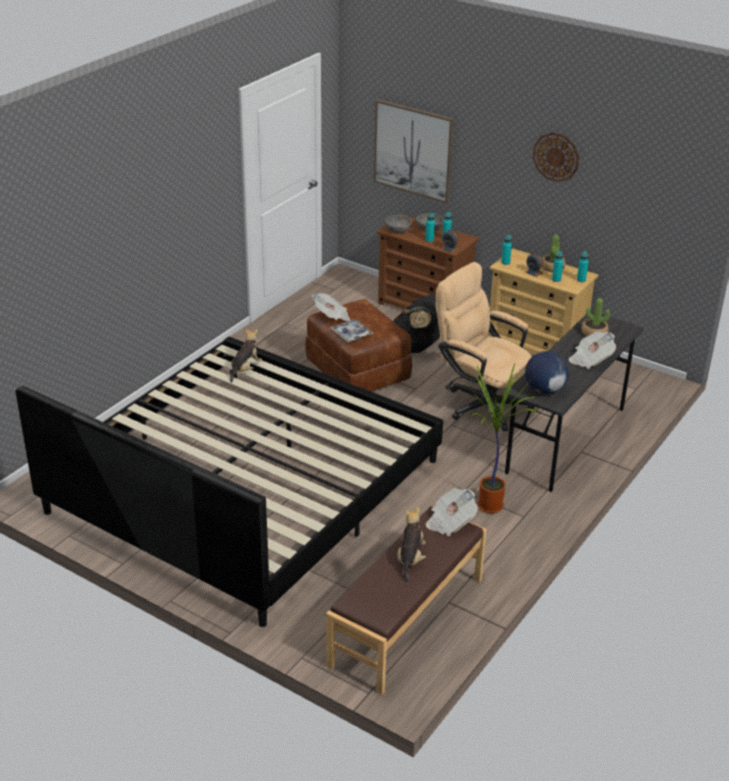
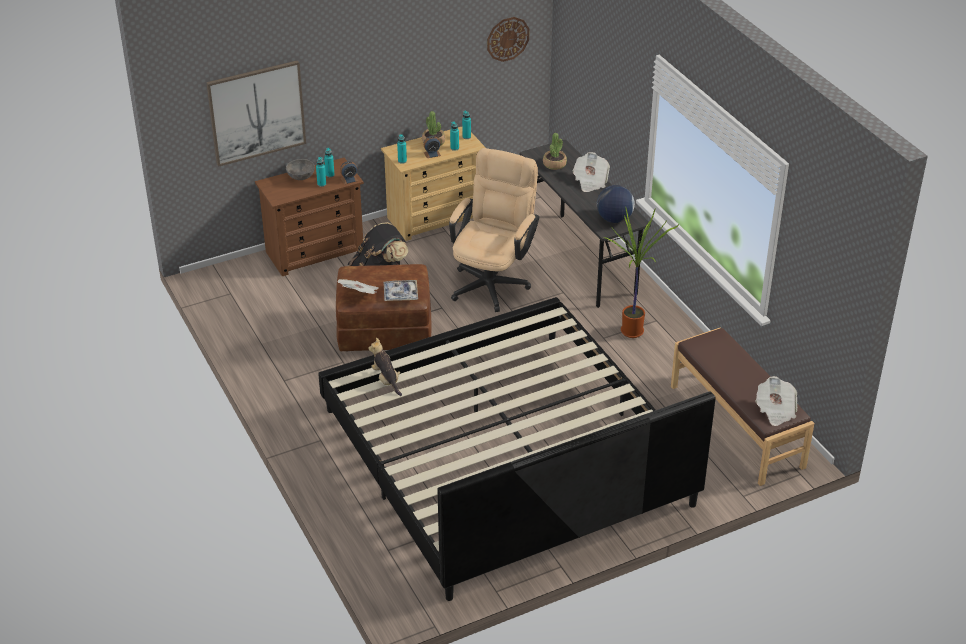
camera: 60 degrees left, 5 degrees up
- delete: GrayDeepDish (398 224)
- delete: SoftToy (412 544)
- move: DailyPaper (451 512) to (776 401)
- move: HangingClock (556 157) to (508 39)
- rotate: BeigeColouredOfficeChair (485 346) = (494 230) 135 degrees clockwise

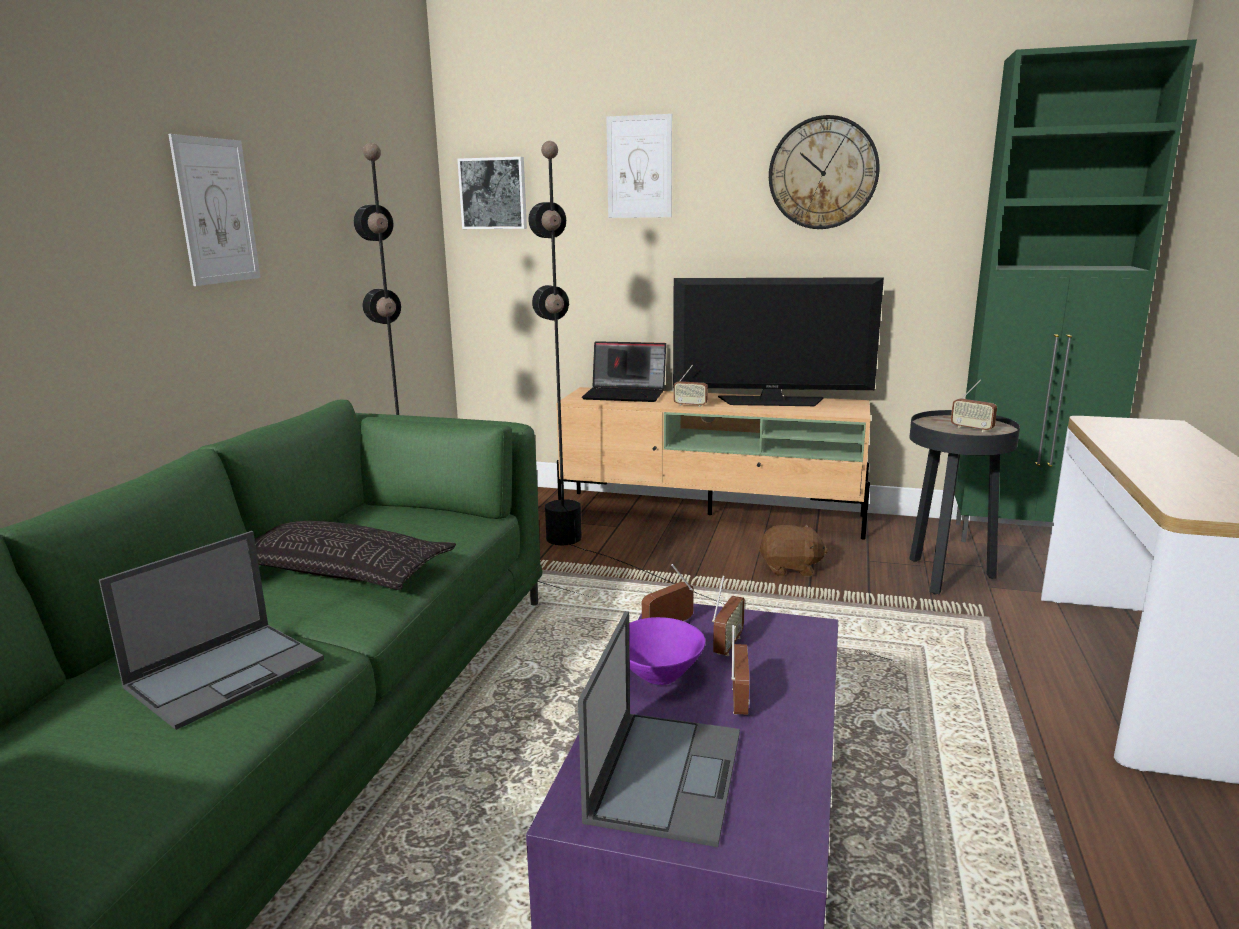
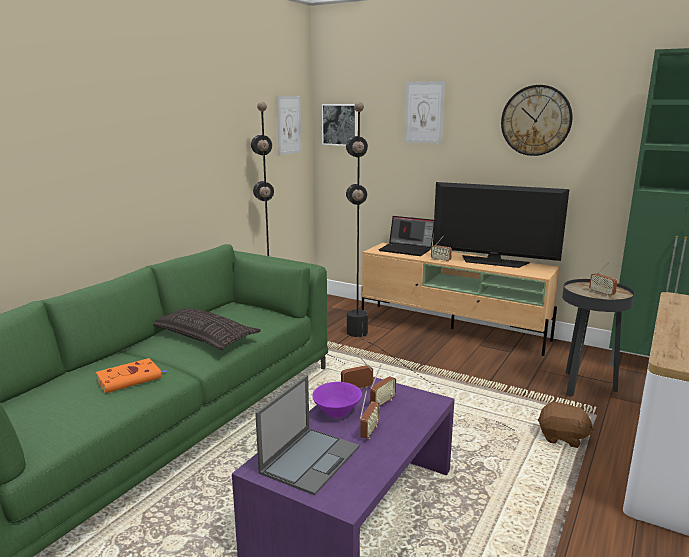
camera: 15 degrees right, 0 degrees up
- move: WallPicture (214 210) to (289 125)
- move: BrownColouredSoftToy (793 550) to (566 425)
- replace: Laptop (211 630) to OrangeyBook (131 375)

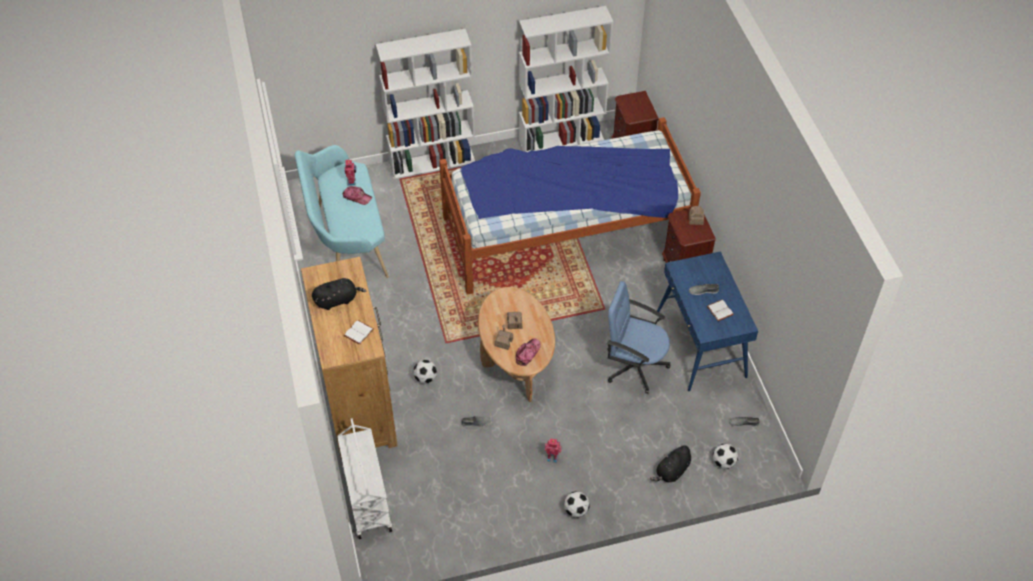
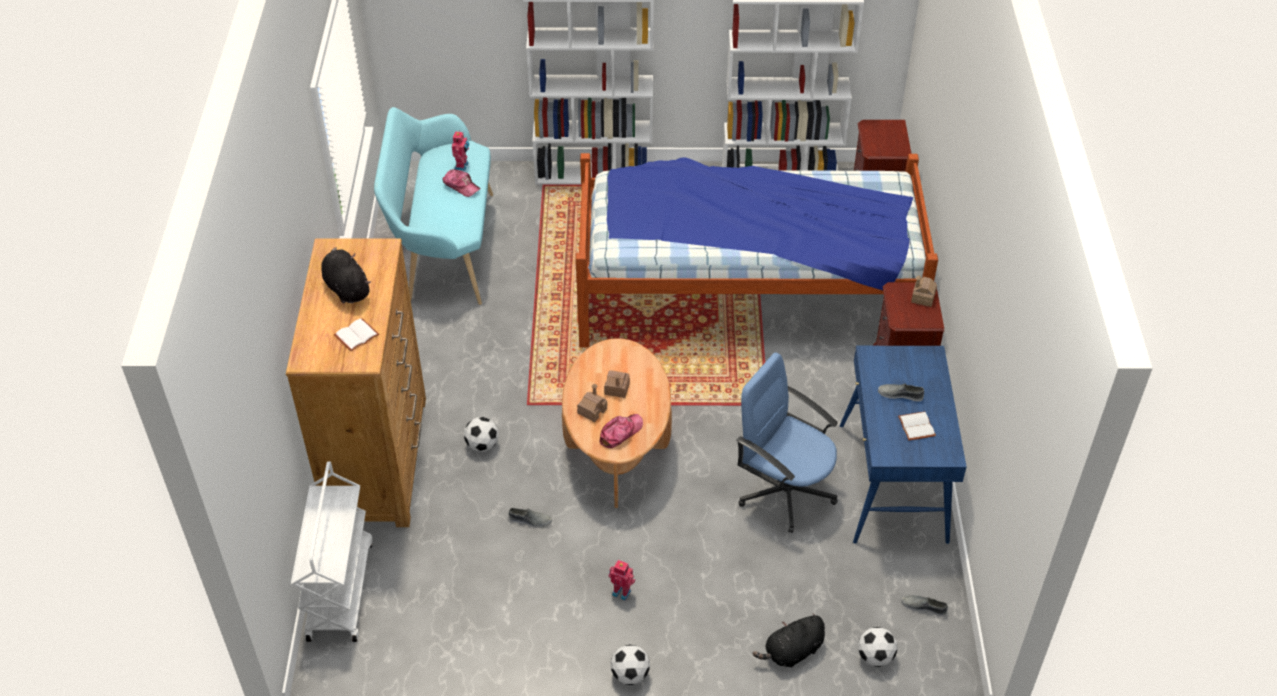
camera: 15 degrees right, 5 degrees down
- rotate: BlackColouredSoftToy (339 294) = (346 275) 120 degrees counterclockwise

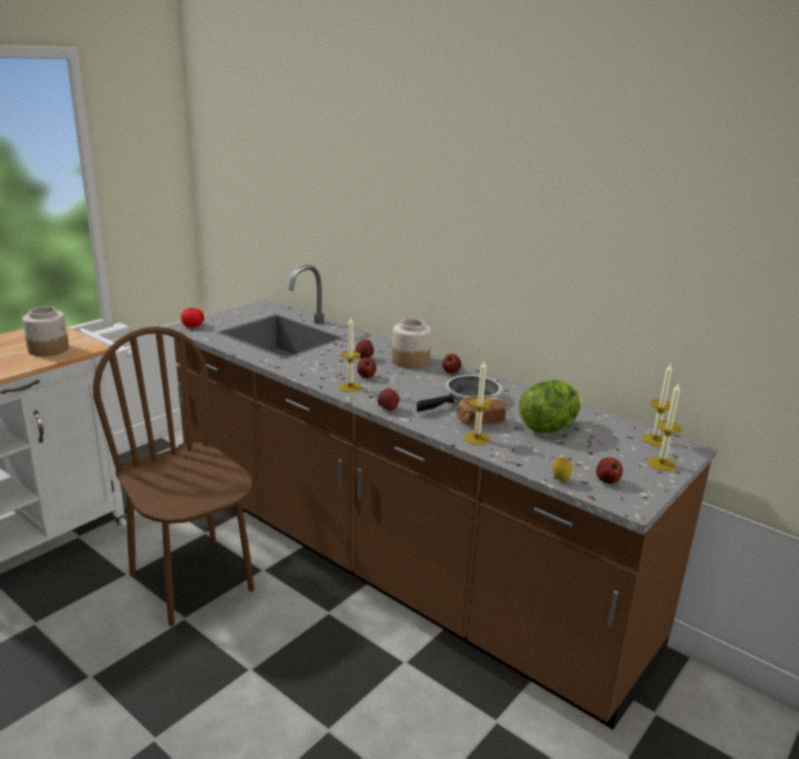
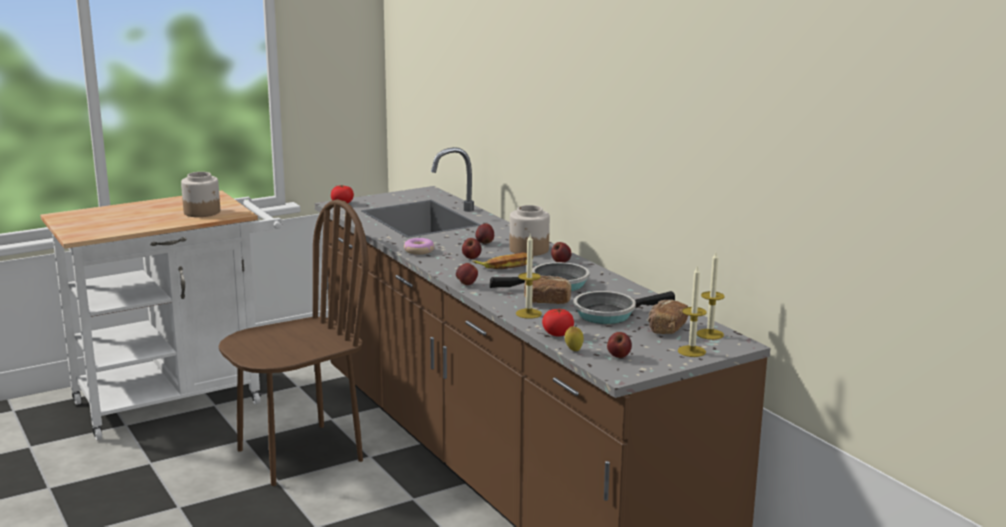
camera: 20 degrees right, 5 degrees down
- delete: WaxCandle (350 355)
- insert: RingDoughnut (419 246)
- insert: Banana (502 261)
- insert: Tomato (558 322)
- insert: BakedBread (668 317)
- replace: HeadOfLettuce (550 406) to Pan (624 307)
- rotate: BrownColouredChair (173 476) = (293 342) 75 degrees clockwise

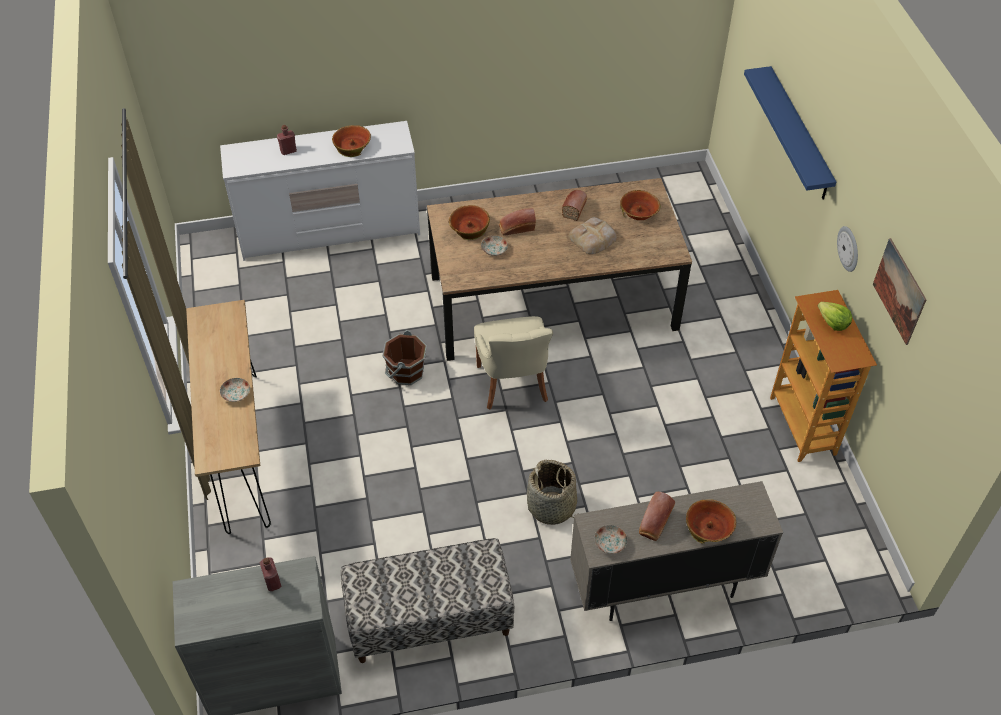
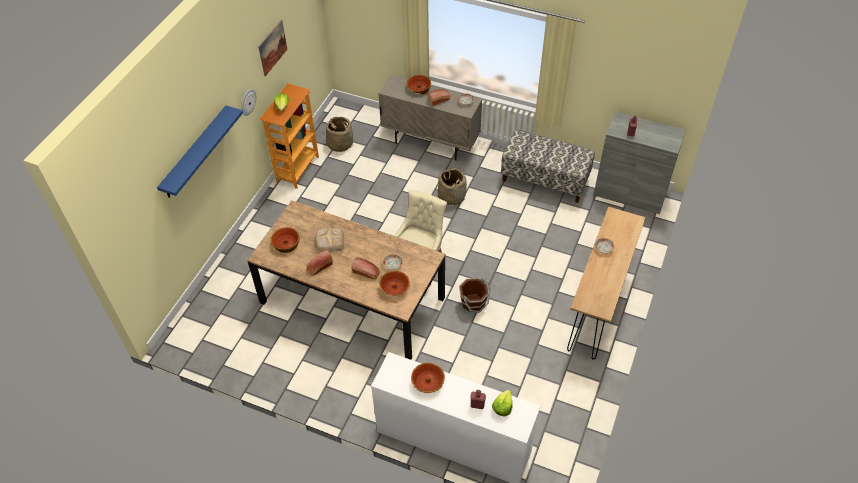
camera: 145 degrees left, 0 degrees up
- insert: StorageBasket (338 134)
- insert: HeadOfLettuce (502 403)

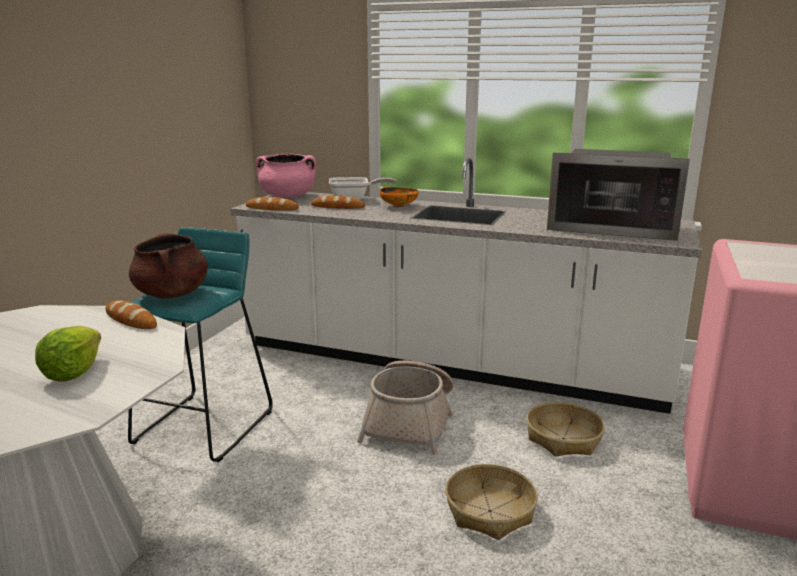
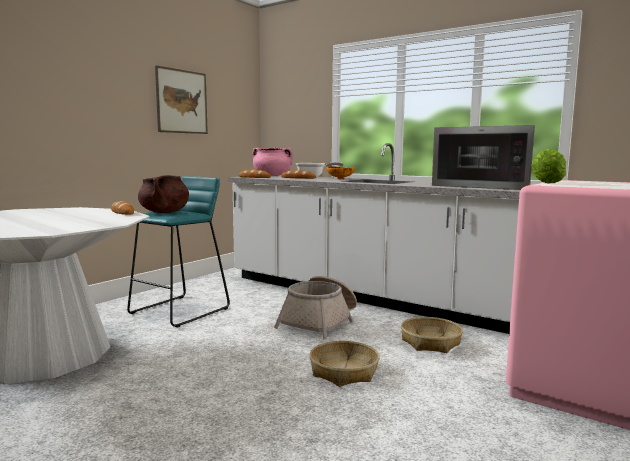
camera: 15 degrees right, 10 degrees down
- insert: WallPicture (181 99)
- move: HeadOfLettuce (68 354) to (548 166)

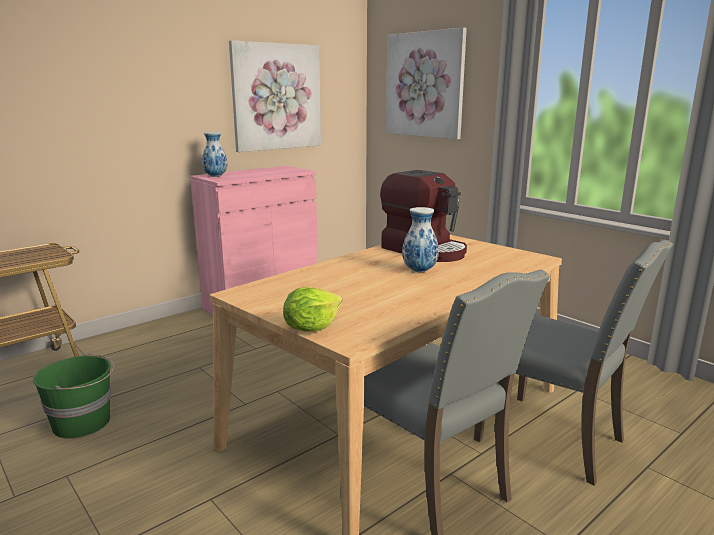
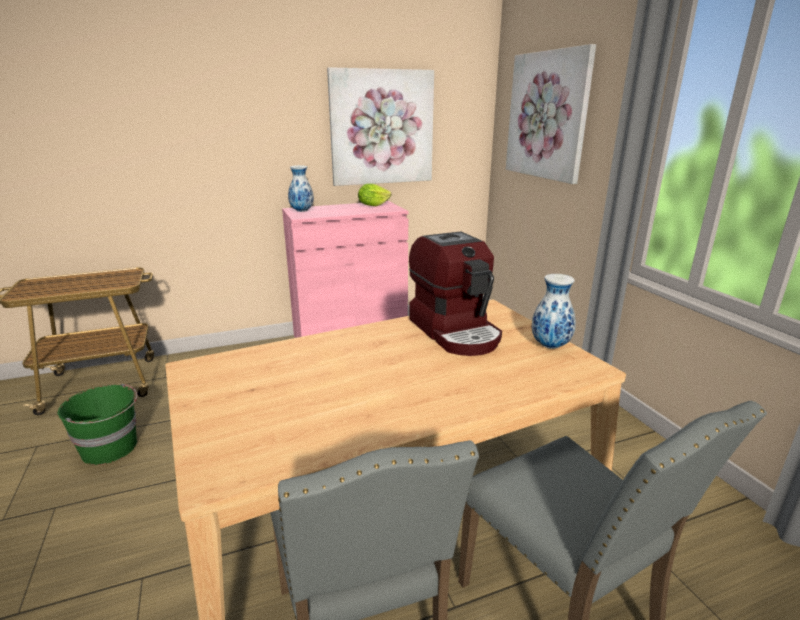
camera: 20 degrees right, 5 degrees up
- move: HeadOfLettuce (313 309) to (374 195)
- move: Vase (420 239) to (554 311)

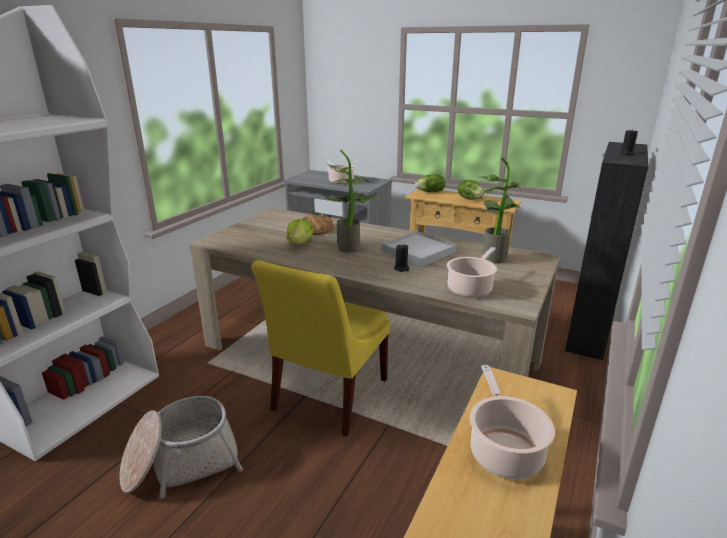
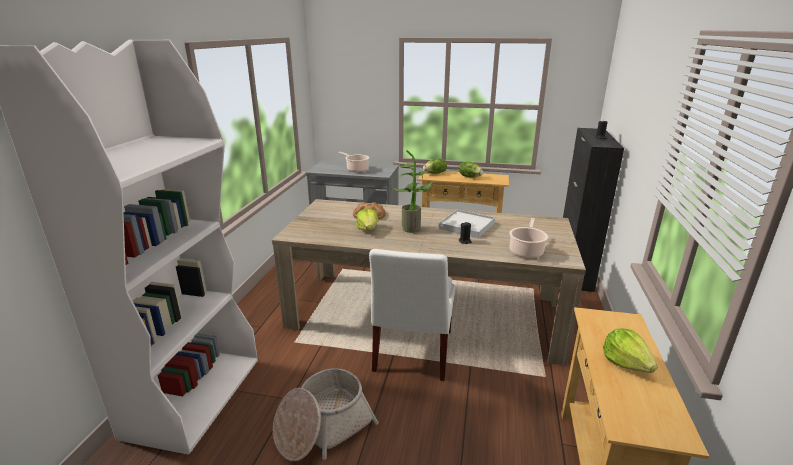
camera: 15 degrees left, 0 degrees up
- delete: PottedPlant (499 210)
- replace: Stockpot (512 422) to HeadOfLettuce (630 350)
- recolor: YellowishChair (320 348) to WhitishChair (412 315)

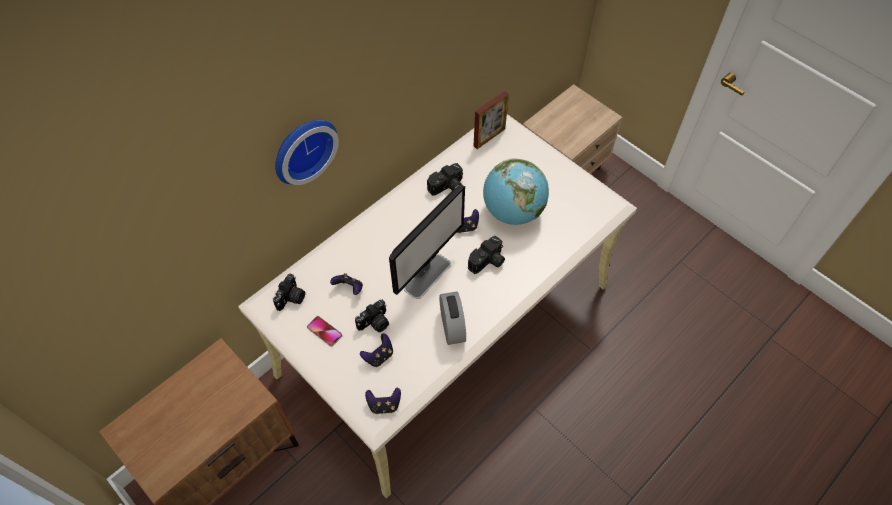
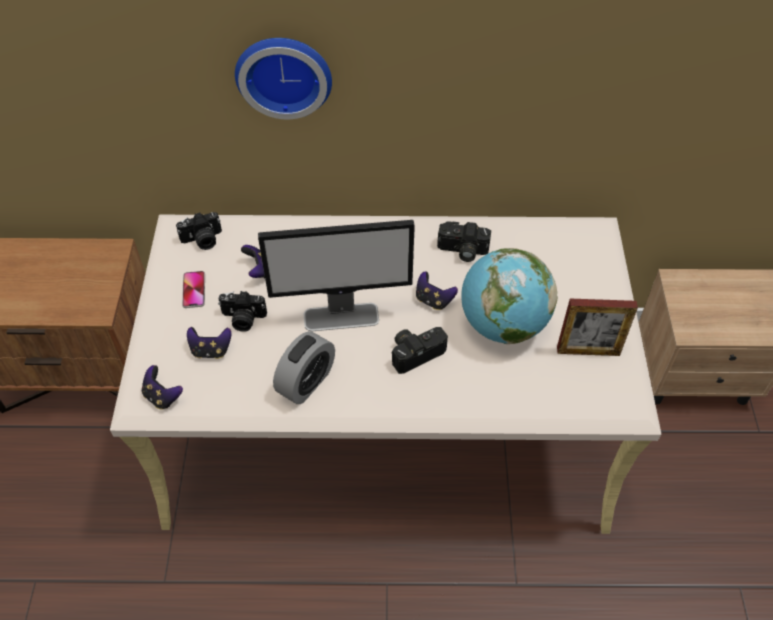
camera: 45 degrees right, 5 degrees down
- move: PictureFrame (491 120) to (597 327)
- rotate: PhotoCamera (486 255) = (419 350) 150 degrees clockwise

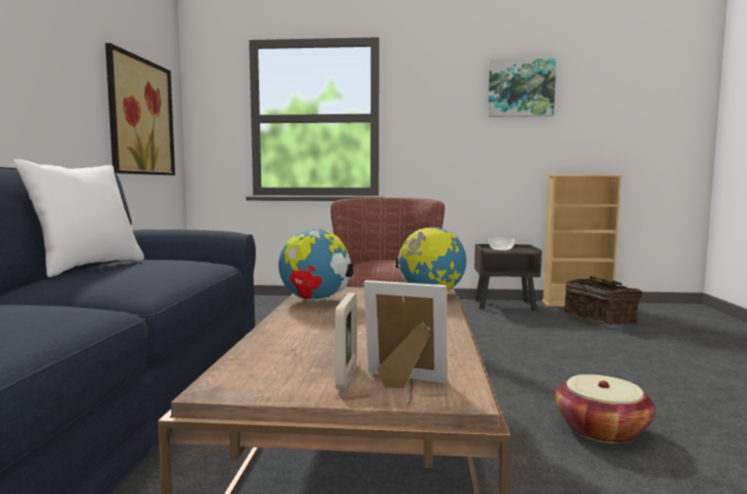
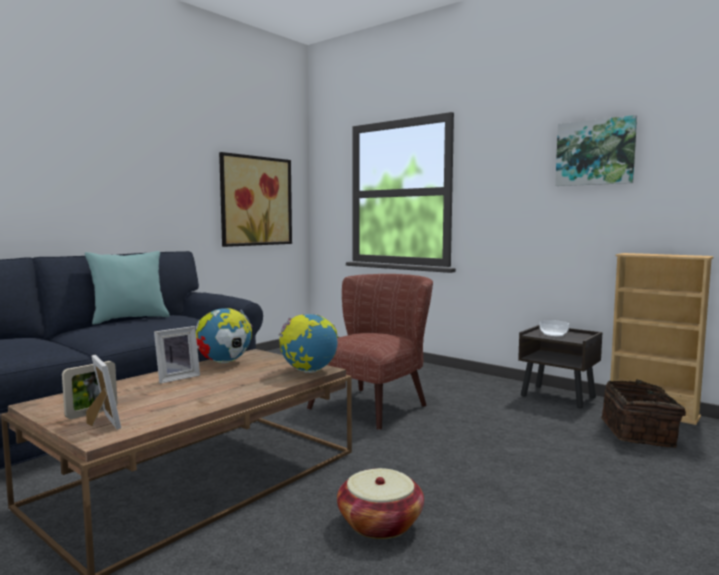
camera: 35 degrees right, 0 degrees up
- insert: PictureFrame (177 355)
- recolor: WhitishPillow (79 218) to BlueGreenPillow (127 288)

